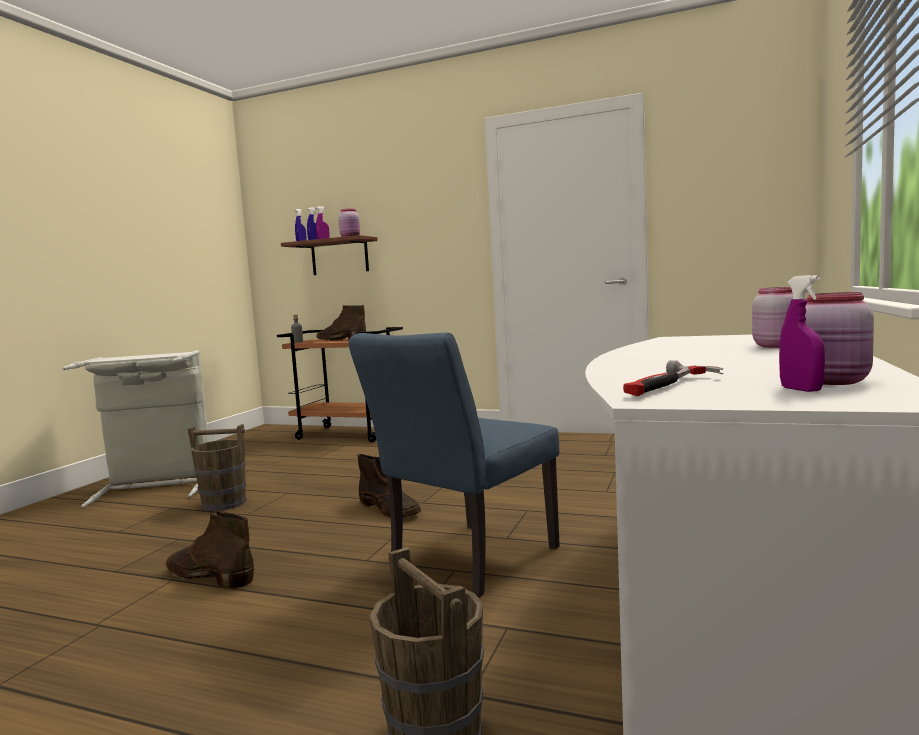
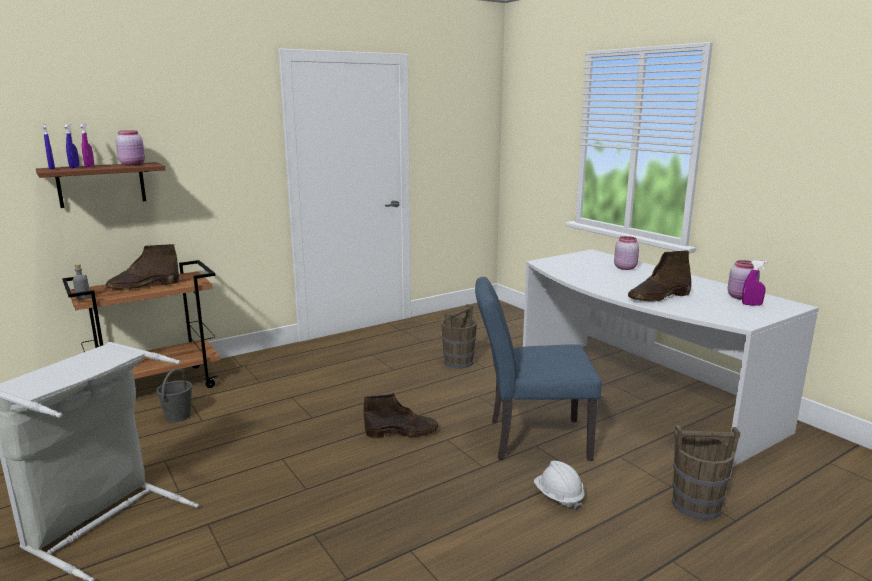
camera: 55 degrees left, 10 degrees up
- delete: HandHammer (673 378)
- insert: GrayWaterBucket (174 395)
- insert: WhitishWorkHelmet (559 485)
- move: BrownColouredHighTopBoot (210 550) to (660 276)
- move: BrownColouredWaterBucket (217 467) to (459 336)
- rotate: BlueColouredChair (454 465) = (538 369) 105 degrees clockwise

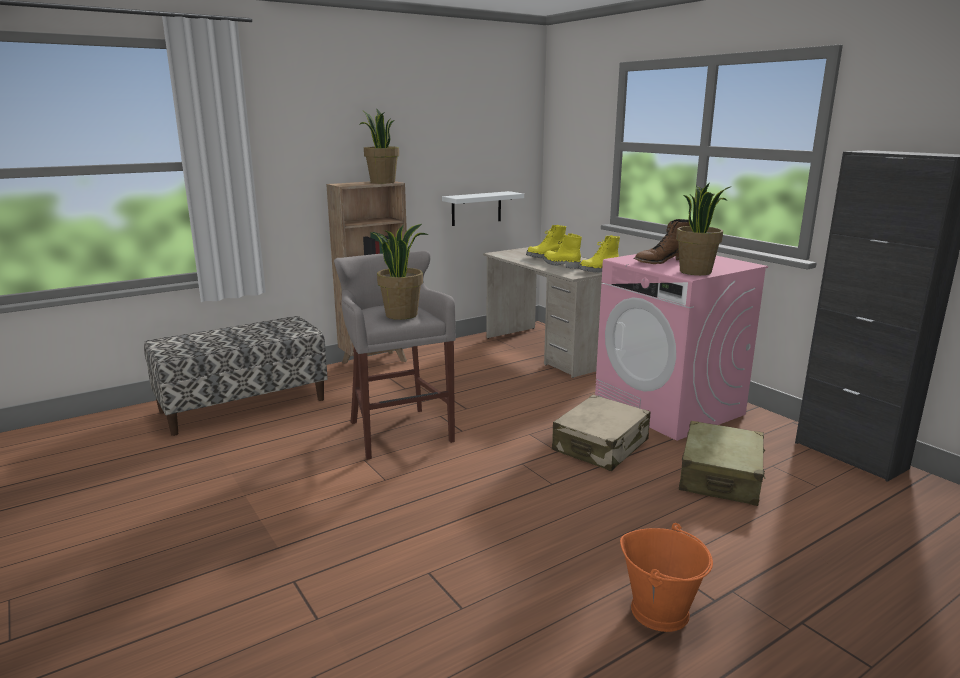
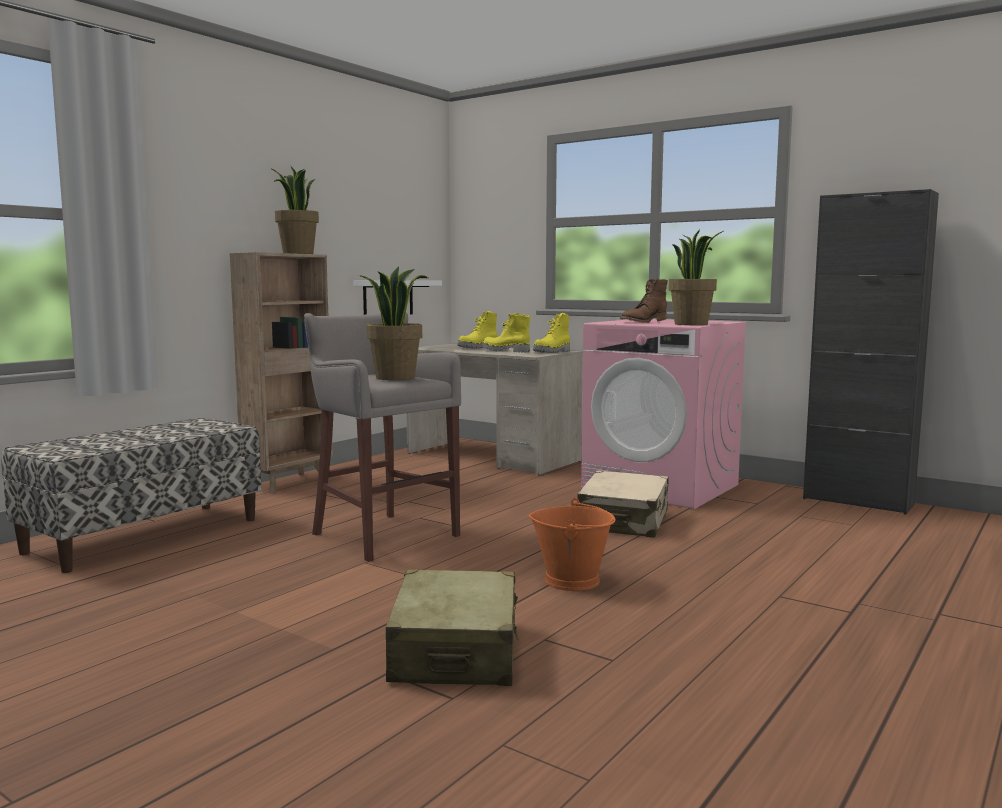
camera: 20 degrees left, 10 degrees down
- move: OrangeyWaterBucket (666 577) to (572 544)
- move: BeigeColouredTravelCase (722 463) to (452 627)

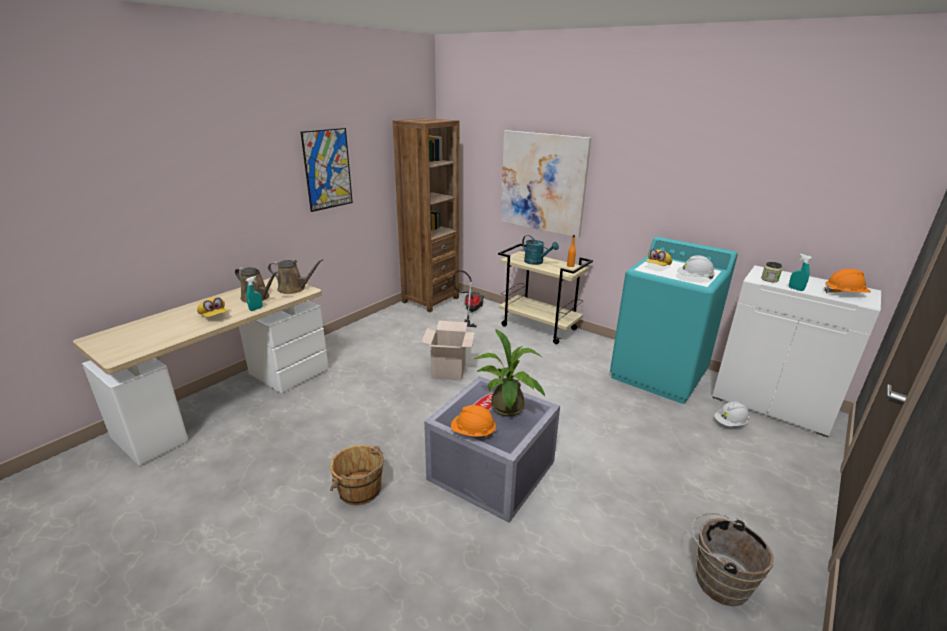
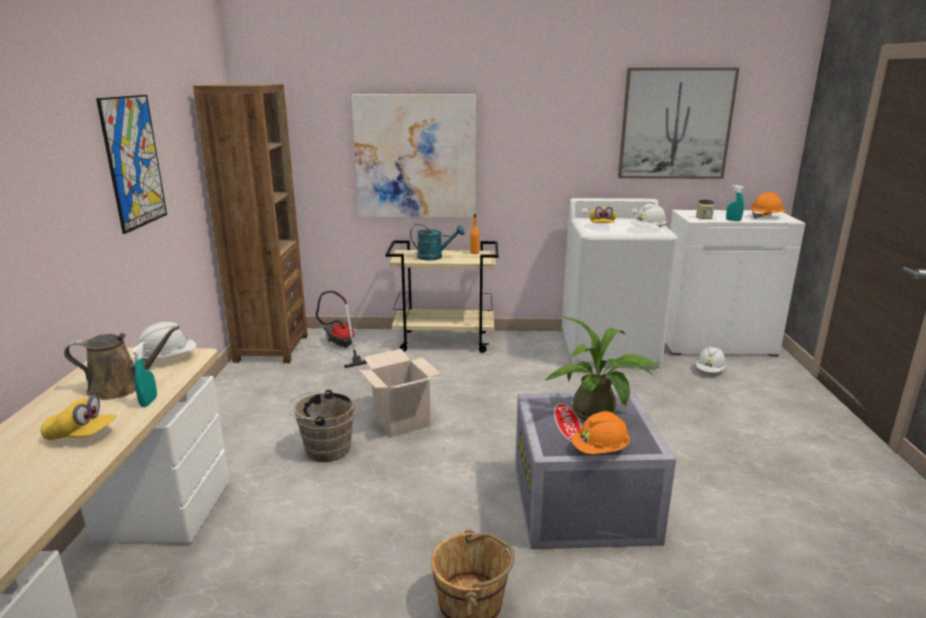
camera: 35 degrees left, 5 degrees down
- insert: WallPicture (678 123)
- move: BrownColouredWaterBucket (733 559) to (321 425)
- replace: BrownColouredWateringPot (295 276) to WhitishWorkHelmet (165 342)
- recolor: BlueGreenWashingMachine (674 320) to WhitishWashingMachine (620 283)

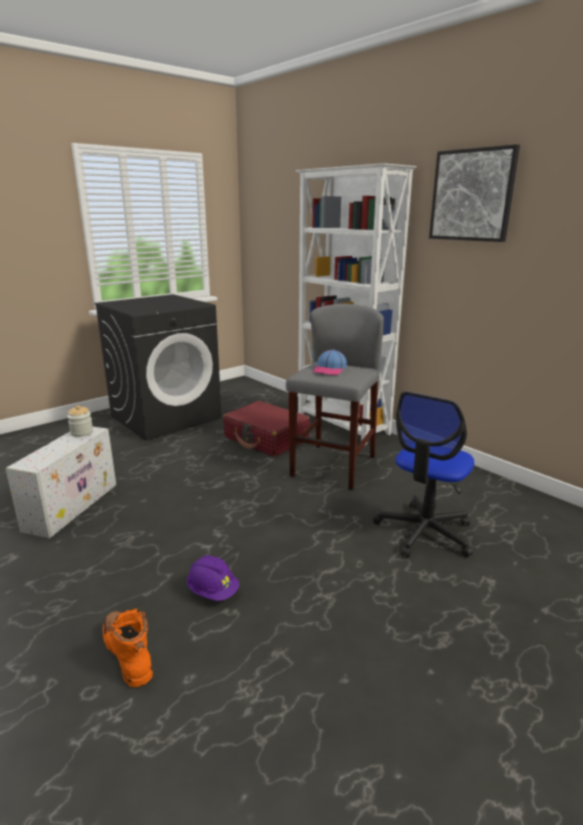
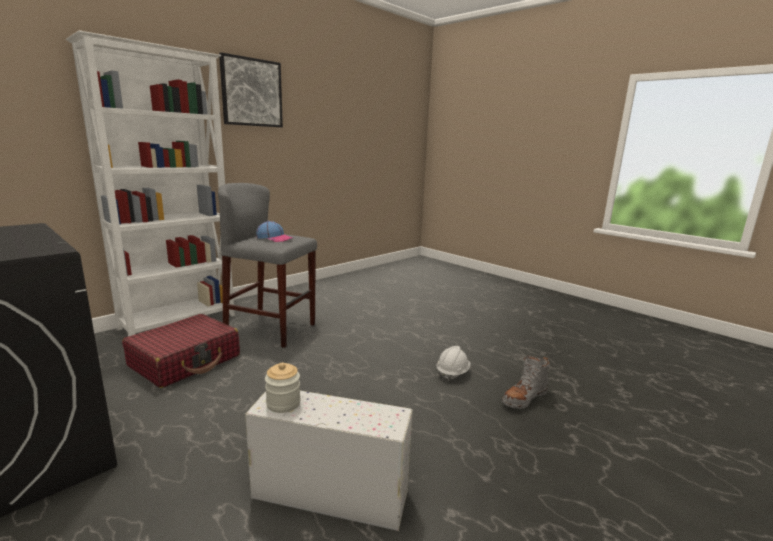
camera: 95 degrees left, 5 degrees down
- delete: OfficeChair (423 474)
- recolor: OrangeyHighTopBoot (128 648) to GrayHighTopBoot (526 382)
- recolor: PurplishWorkHelmet (213 578) to WhitishWorkHelmet (453 363)

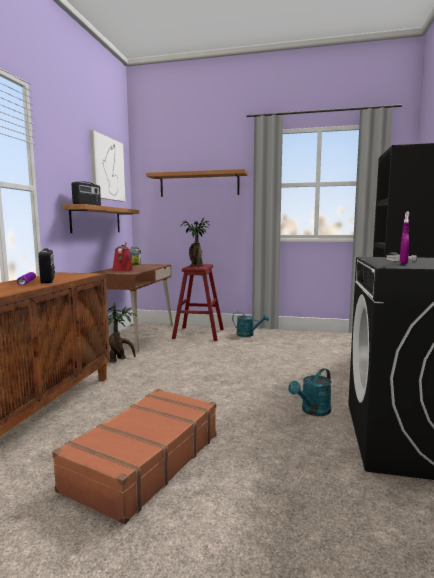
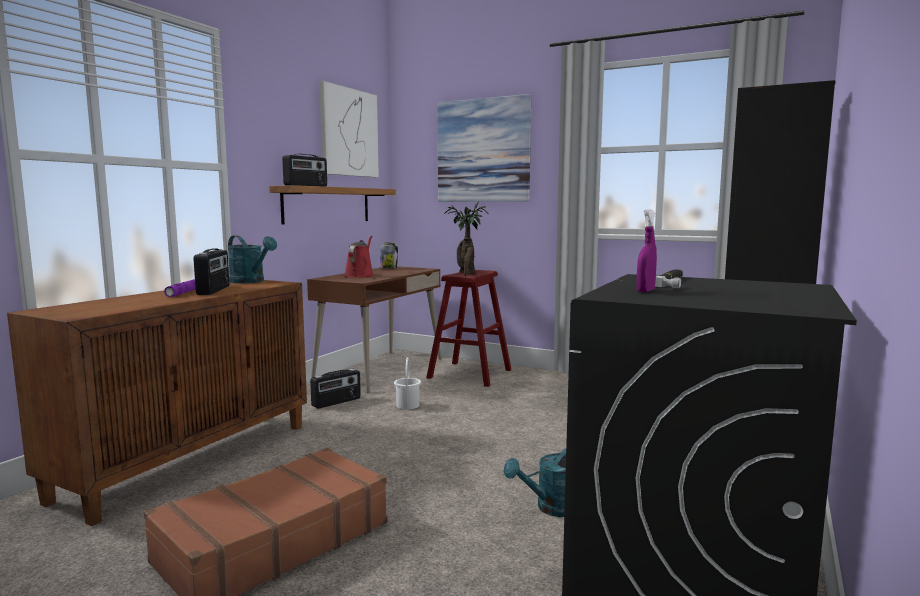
camera: 15 degrees right, 0 degrees up
- insert: WhitishWaterBucket (407 383)
- move: BlueGreenWateringPot (250 324) to (252 259)
- replace: PottedPlant (123 332) to Radio (335 389)
- replace: WallShelf (197 183) to WallPicture (484 148)

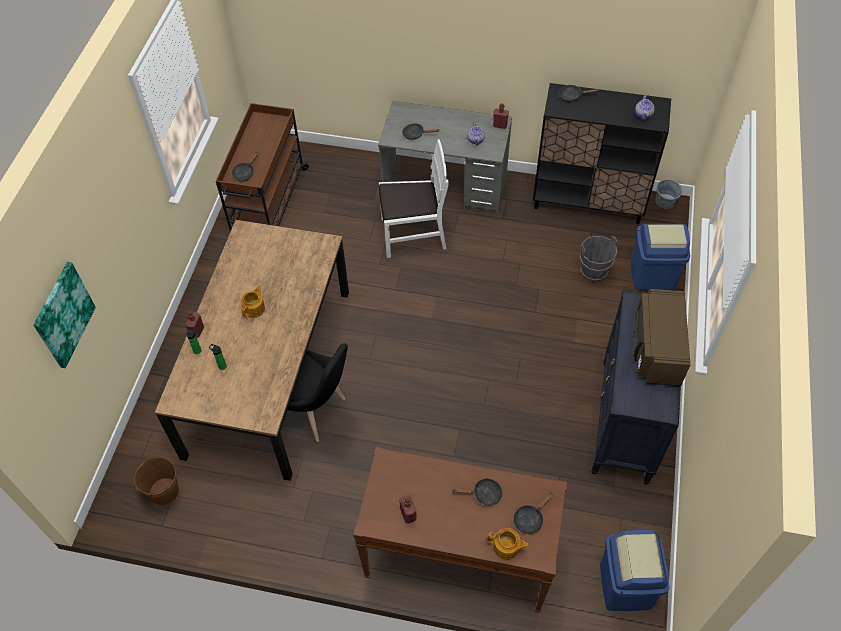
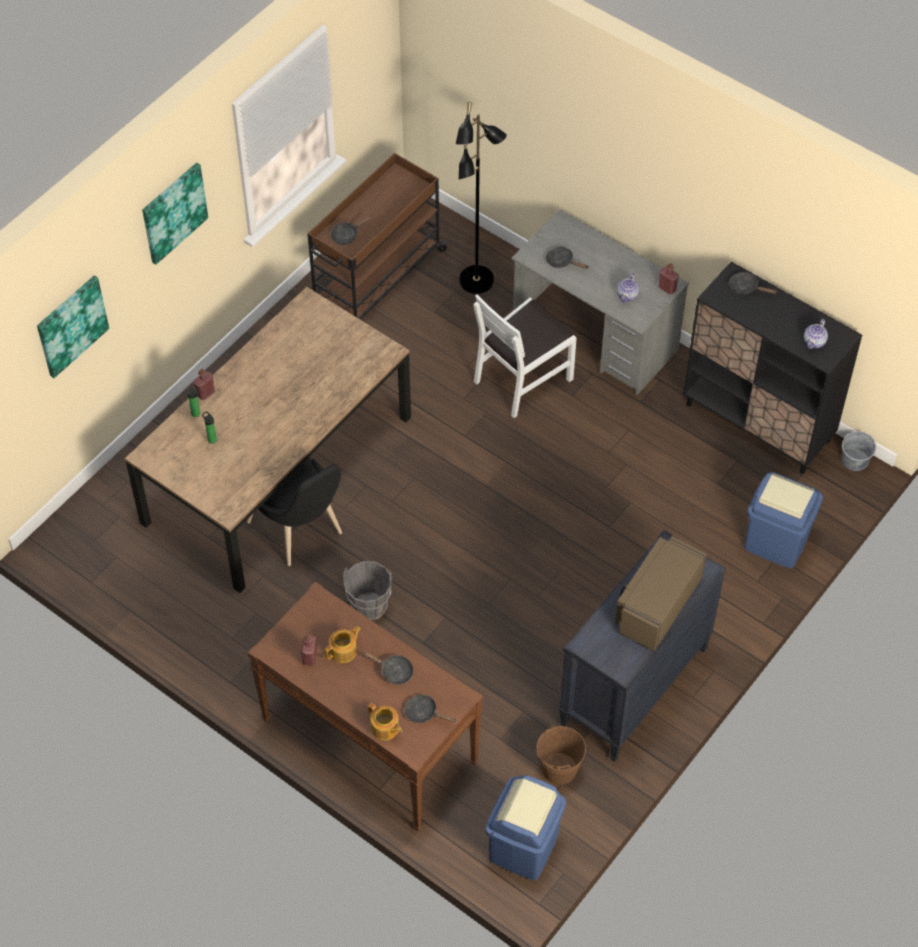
camera: 25 degrees right, 0 degrees up
- insert: WallPicture (175 214)
- insert: BlackColouredStandingLamp (481 198)
- move: BrownColouredWaterBucket (156 481) to (561 755)
- move: TeaPot (253 301) to (343 645)
- move: GrayWaterBucket (598 259) to (367 591)
- rotate: WhitishChair (414 198) = (525 356) 120 degrees clockwise
- rotate: BlackColouredPan (533 513) = (431 709) 45 degrees clockwise

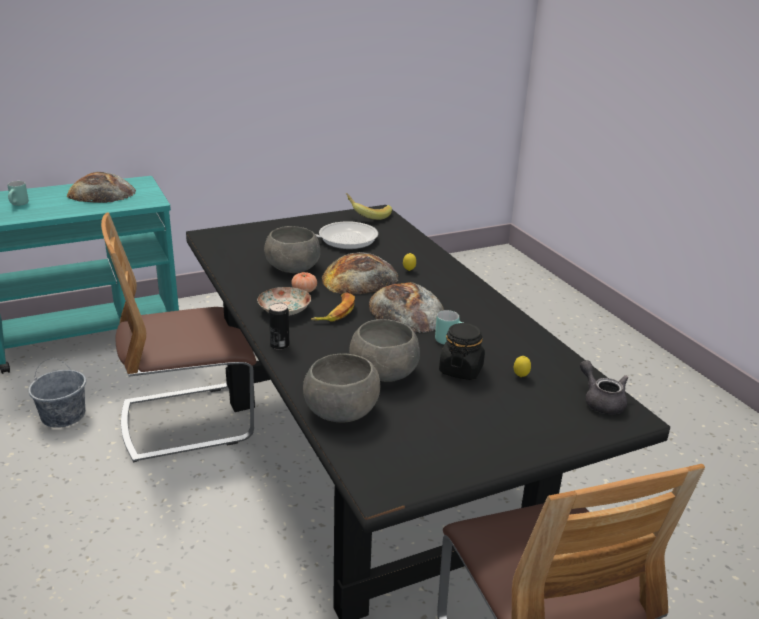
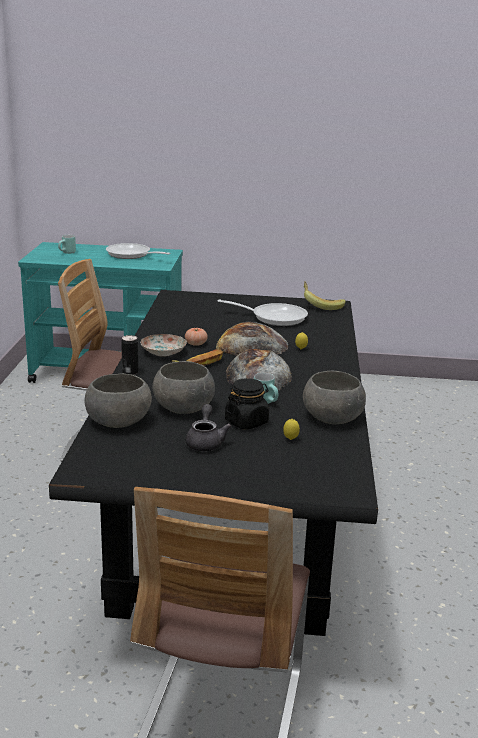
camera: 30 degrees right, 5 degrees down
- delete: GrayWaterBucket (57 393)
- move: GrayDeepDish (292 249) to (334 397)
- move: GrayTeaPot (604 387) to (208 427)
- replace: BakedBread (101 187) to Pan (138 251)

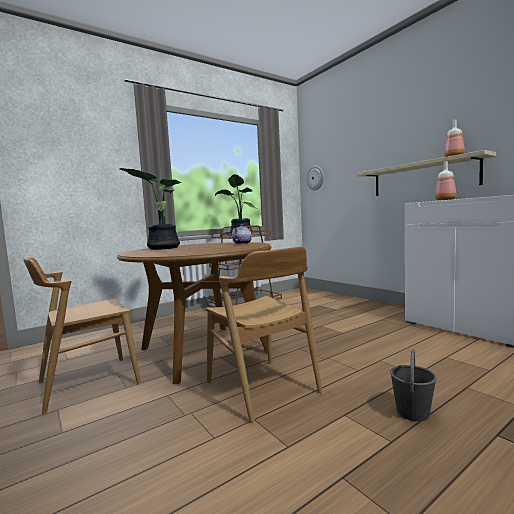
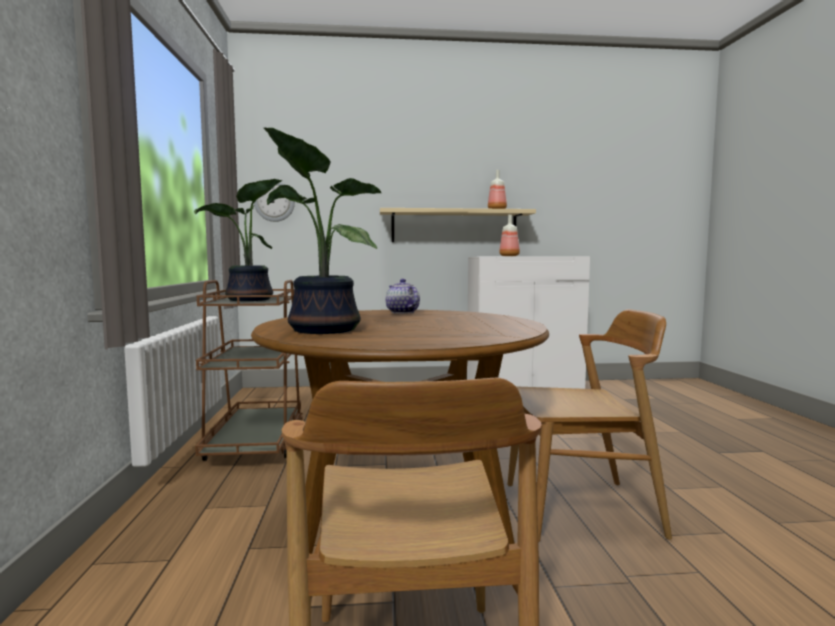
camera: 60 degrees left, 0 degrees up
- delete: GrayWaterBucket (413 385)

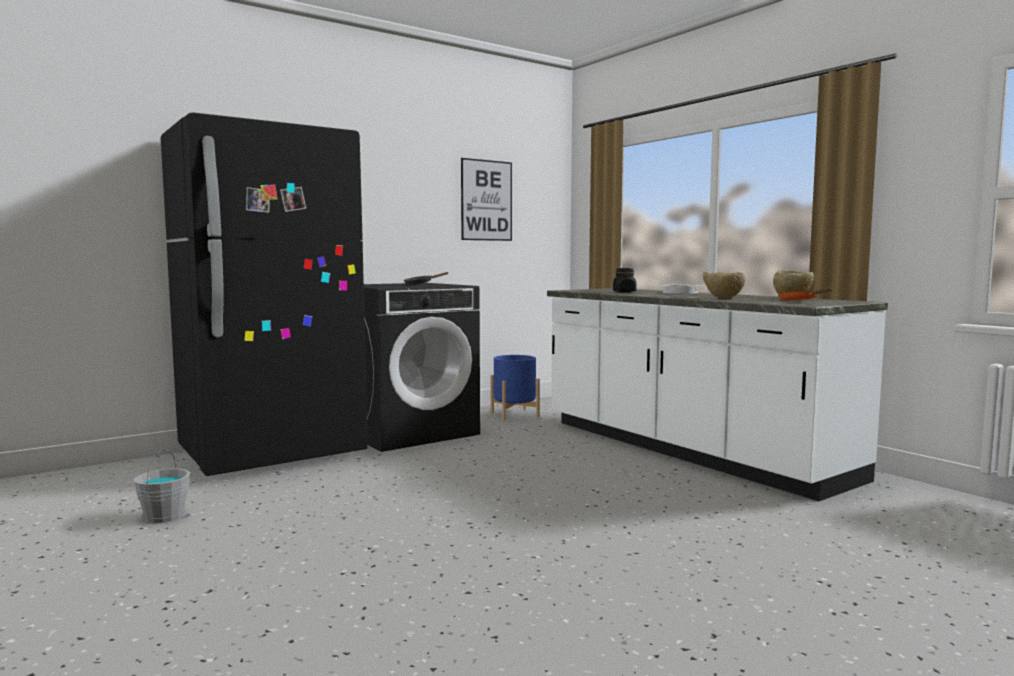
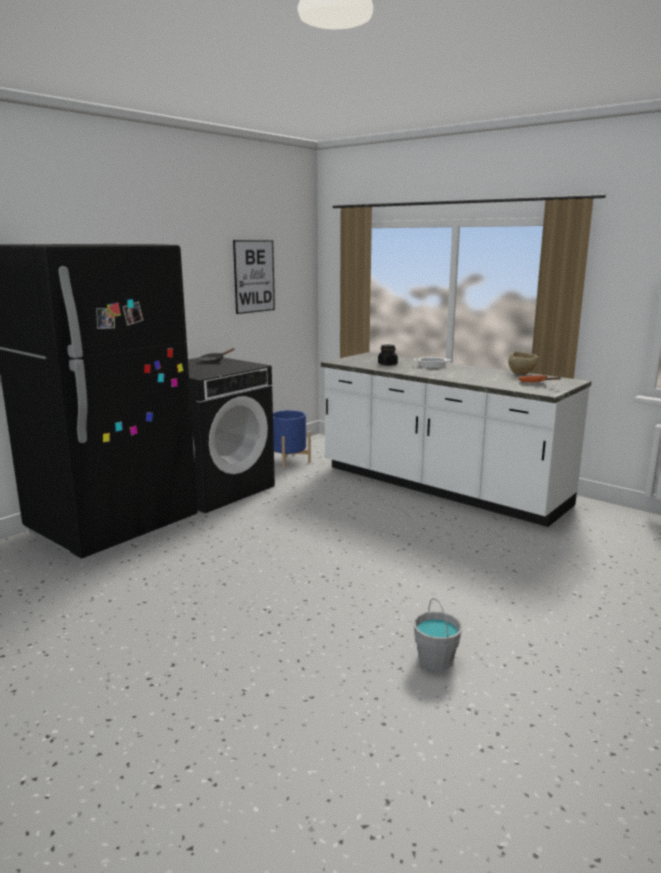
camera: 15 degrees left, 10 degrees up
- delete: BeigeColouredDeepDish (724 284)
- move: GrayWaterBucket (162 486) to (438 634)

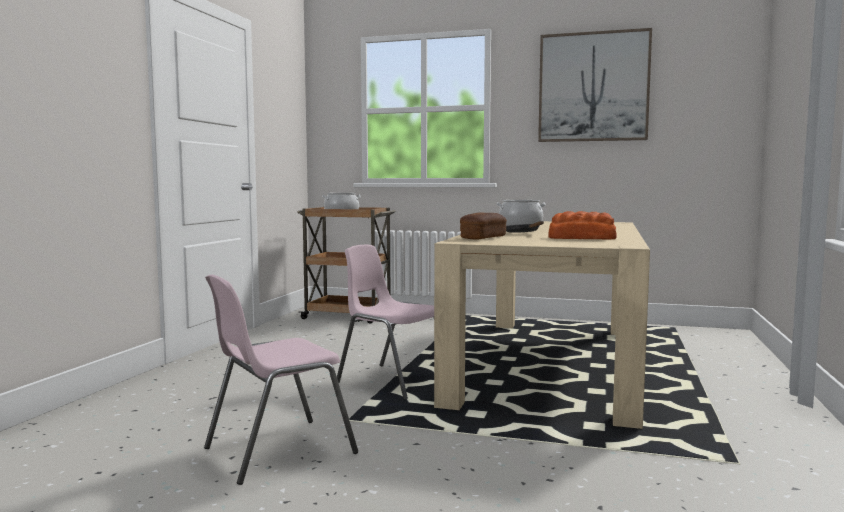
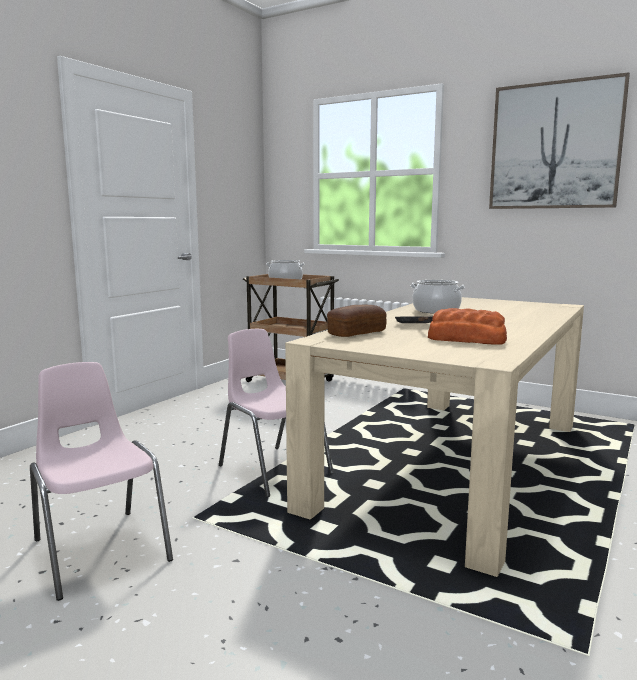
camera: 15 degrees right, 5 degrees up
- rotate: PinkishChair (281 379) = (101 481) 75 degrees clockwise

